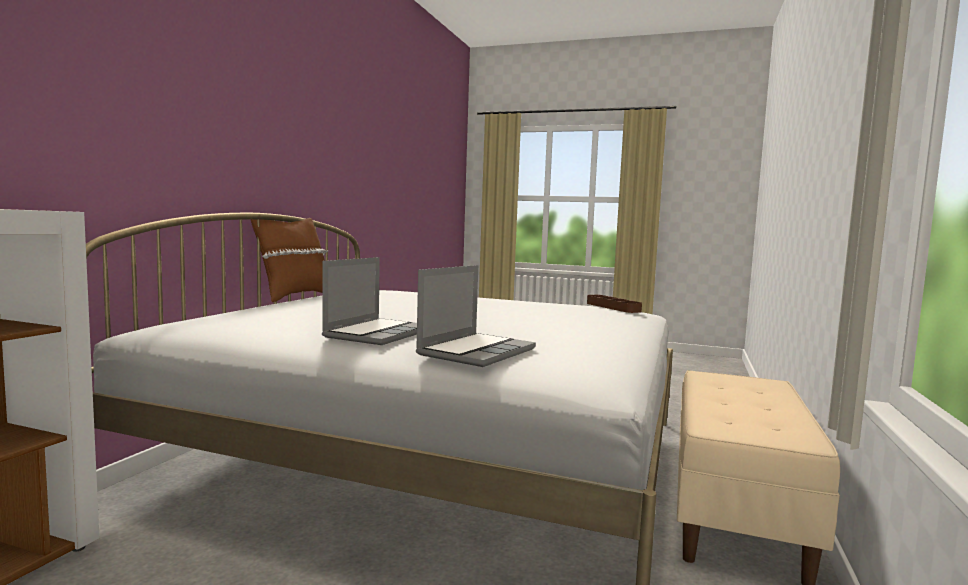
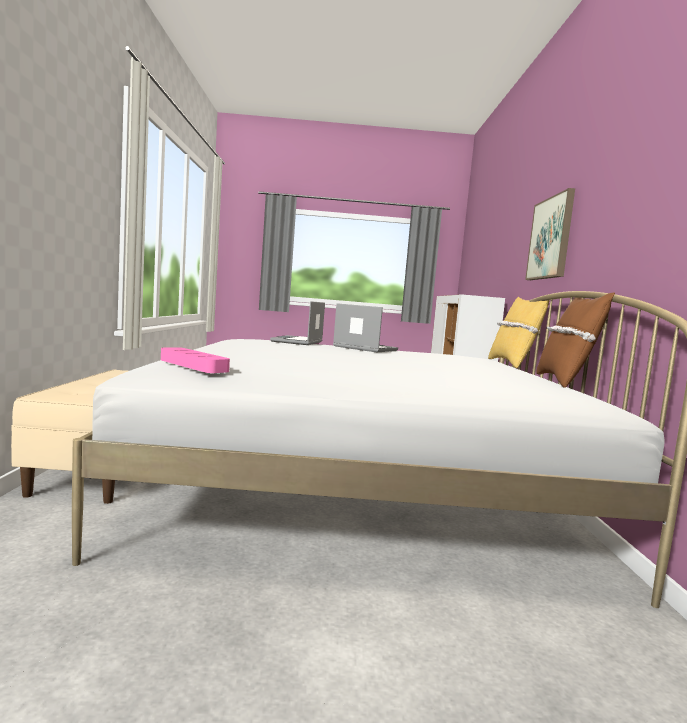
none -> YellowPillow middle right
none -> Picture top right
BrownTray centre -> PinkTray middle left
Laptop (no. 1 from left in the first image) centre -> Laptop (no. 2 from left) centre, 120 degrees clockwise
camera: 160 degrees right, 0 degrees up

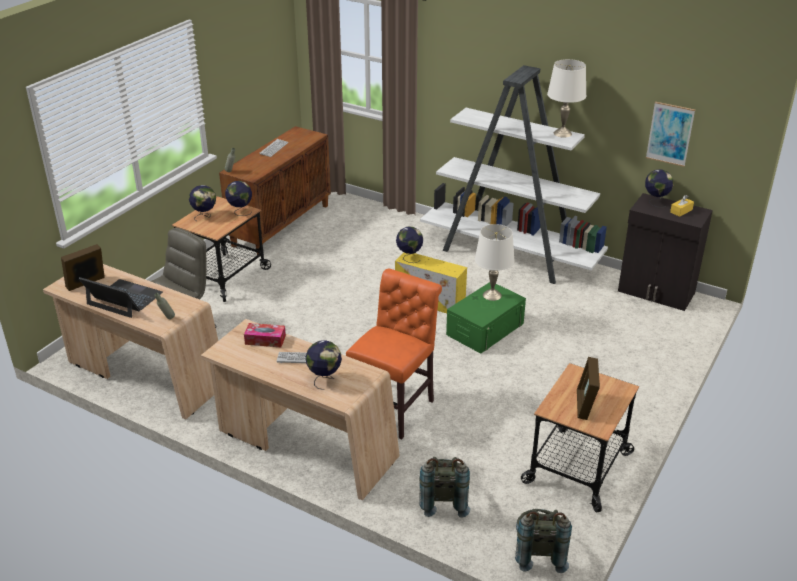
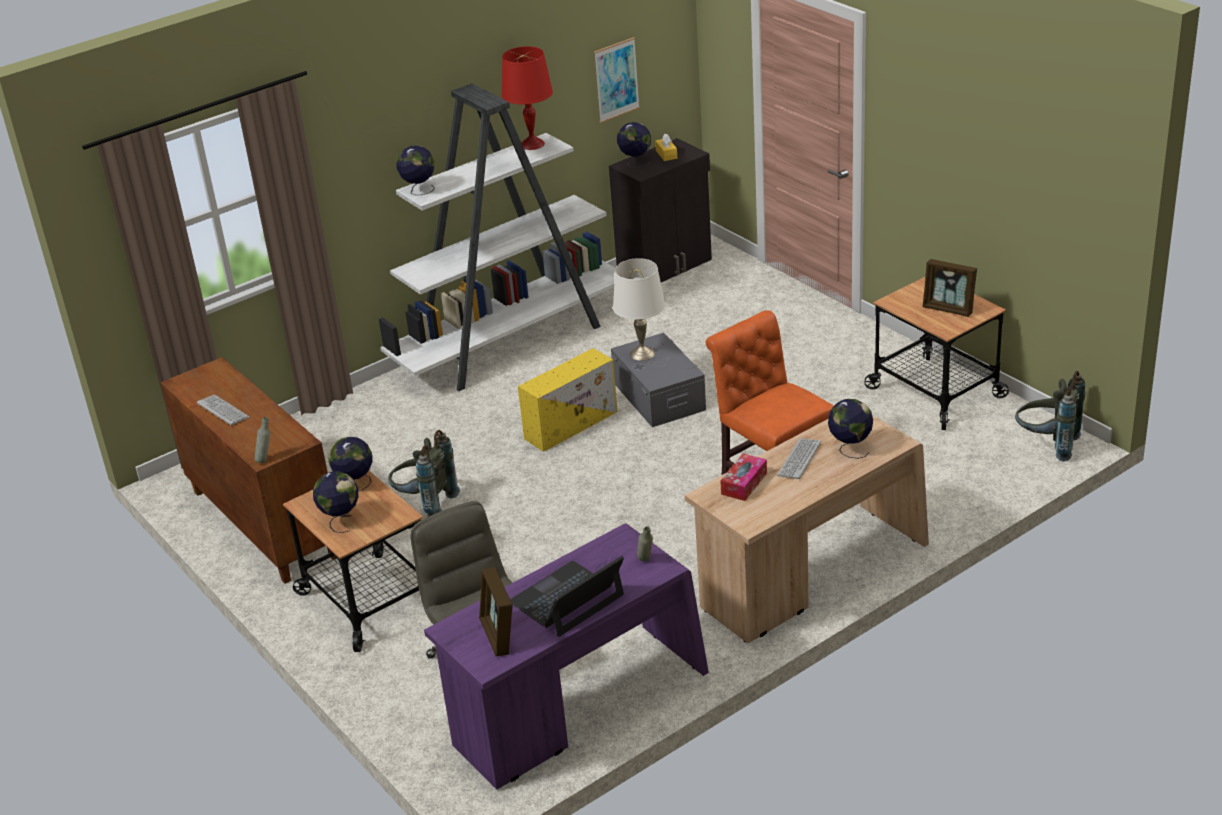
Globe (no. 4 from left in the first image) centre -> Globe (no. 3 from left) top centre, shifted
GreyBackpack (no. 1 from left) bottom centre -> GreyBackpack (no. 1 from left) centre, shifted
BeigeDesk (no. 1 from left) middle left -> PurpleDesk bottom centre
GreenStorageBox centre -> GreyStorageBox centre
WhiteTableLamp (no. 2 from left) top right -> RedTableLamp top centre
camera: 65 degrees left, 0 degrees up

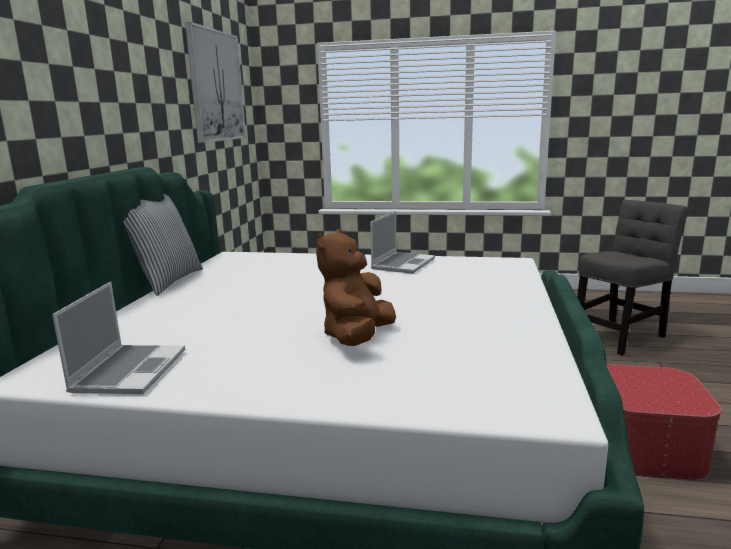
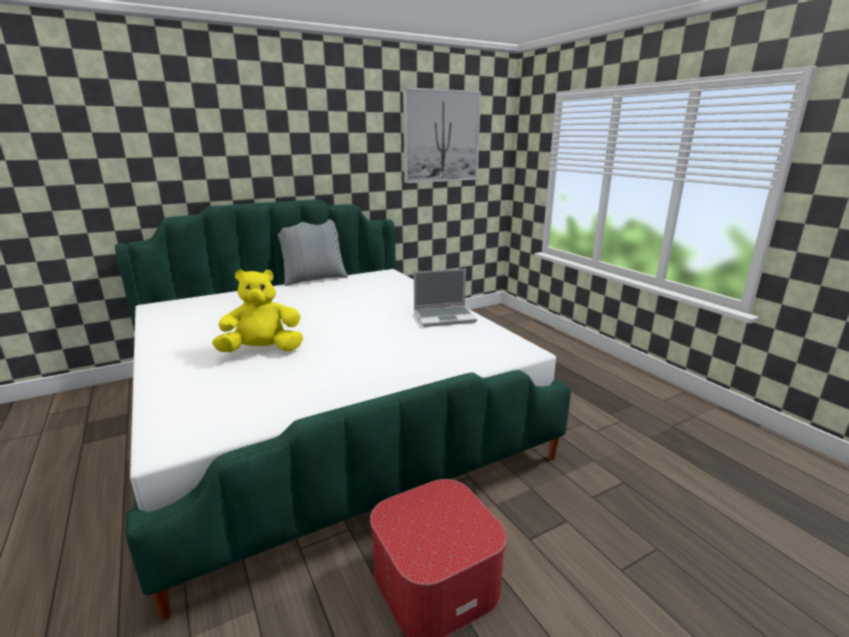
Laptop (no. 1 from left) middle left -> none
GreyChair middle right -> none
BrownPlushToy centre -> YellowPlushToy middle left
camera: 50 degrees right, 5 degrees up

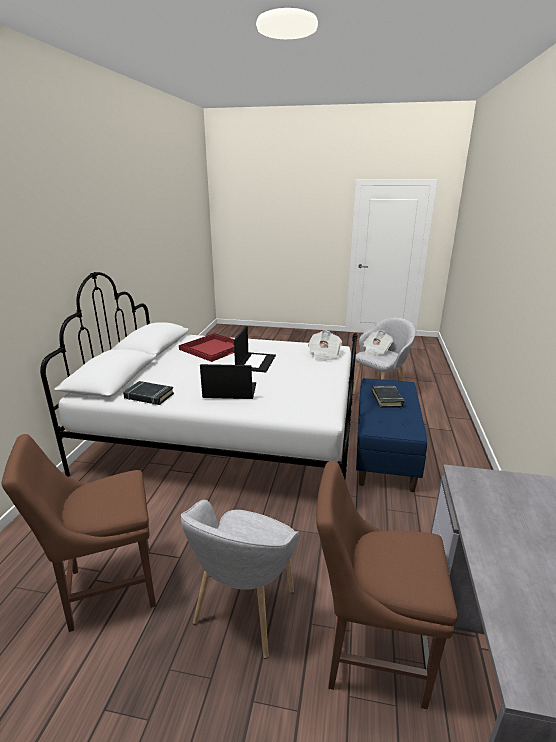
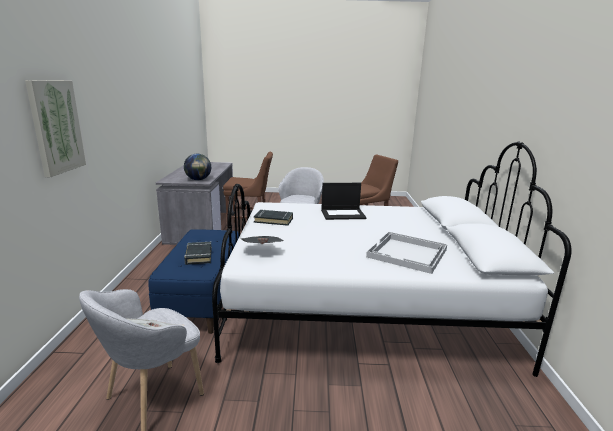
Laptop (no. 2 from left) centre -> none
none -> Picture top left
none -> Globe middle left
BlackBook (no. 1 from left in the first image) middle left -> BlackBook (no. 2 from left) centre, shifted
RedTray centre -> WhiteTray centre
camera: 170 degrees right, 5 degrees down

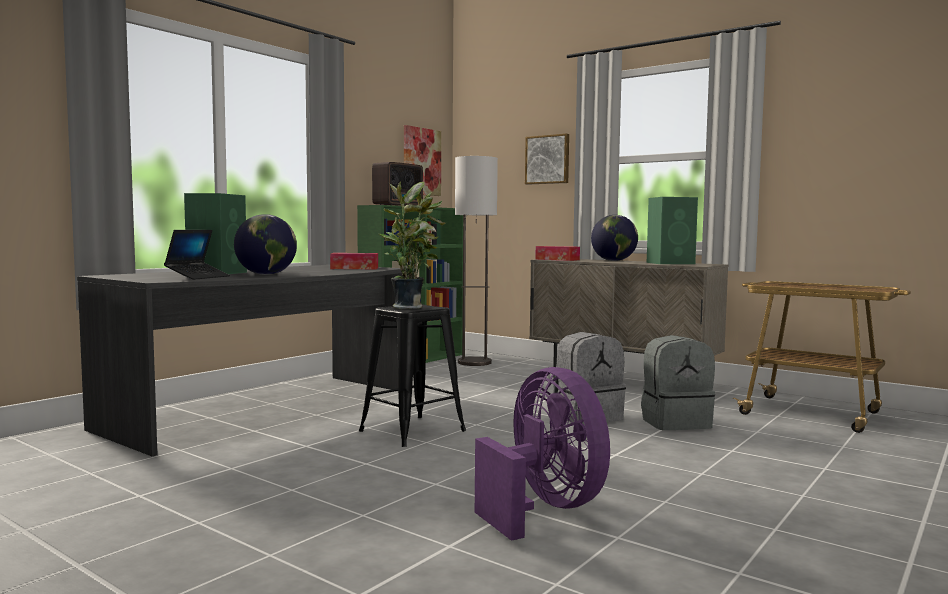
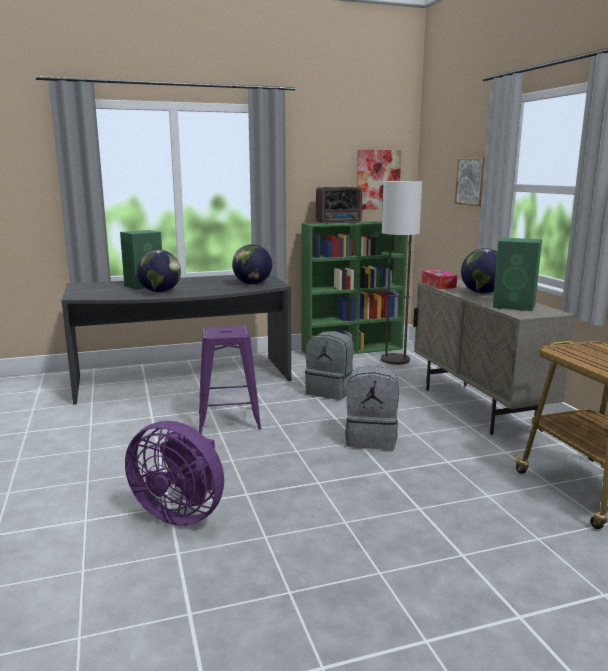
Laptop middle left -> none
PottedPlant centre -> none
GreyBackpack (no. 2 from left in the first image) middle right -> GreyBackpack (no. 1 from left) centre, shifted
TissueBox (no. 1 from left) centre -> Globe (no. 2 from left) centre
BlackStool centre -> PurpleStool centre
PurpleFan bottom centre -> PurpleFan bottom left, 105 degrees clockwise
camera: 35 degrees right, 10 degrees up

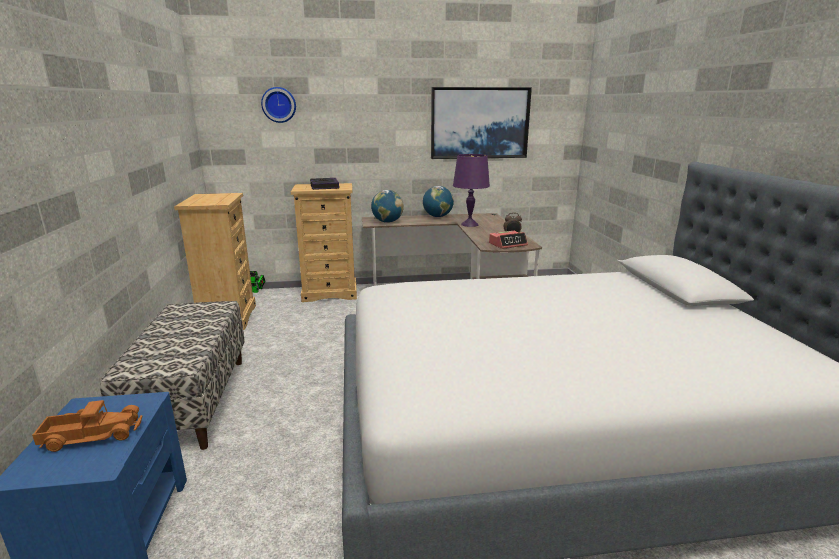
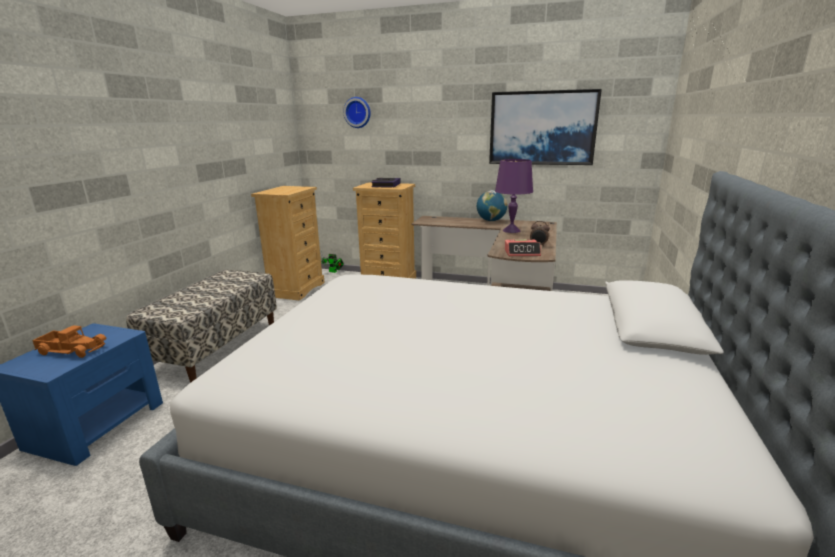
Globe (no. 1 from left) centre -> none
camera: 25 degrees right, 0 degrees up

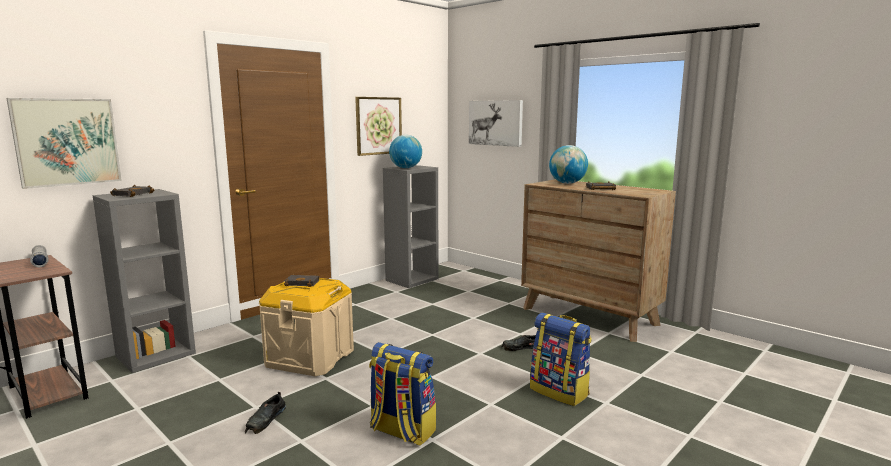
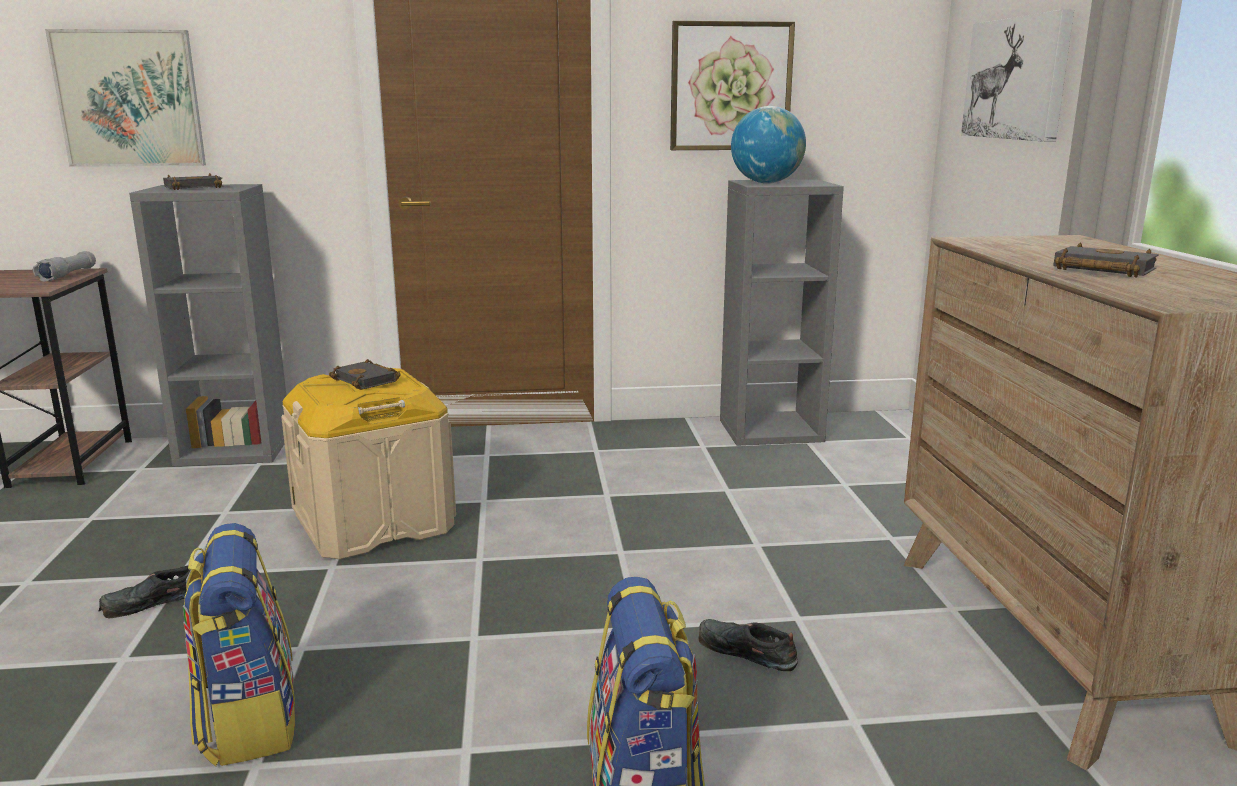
Globe (no. 2 from left) centre -> none
camera: 40 degrees right, 5 degrees up

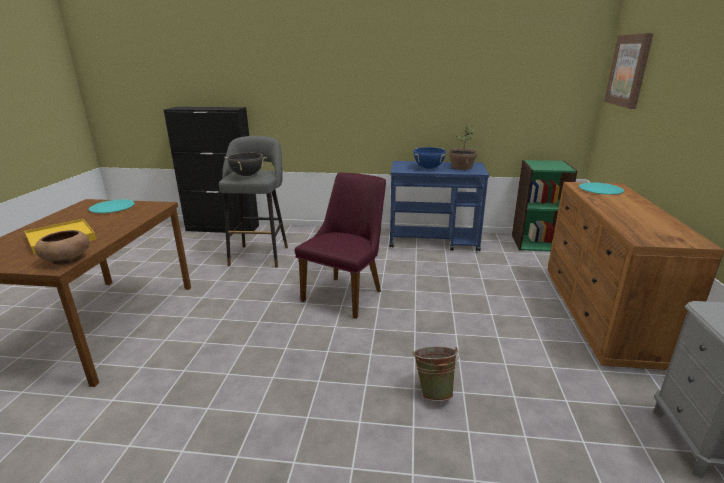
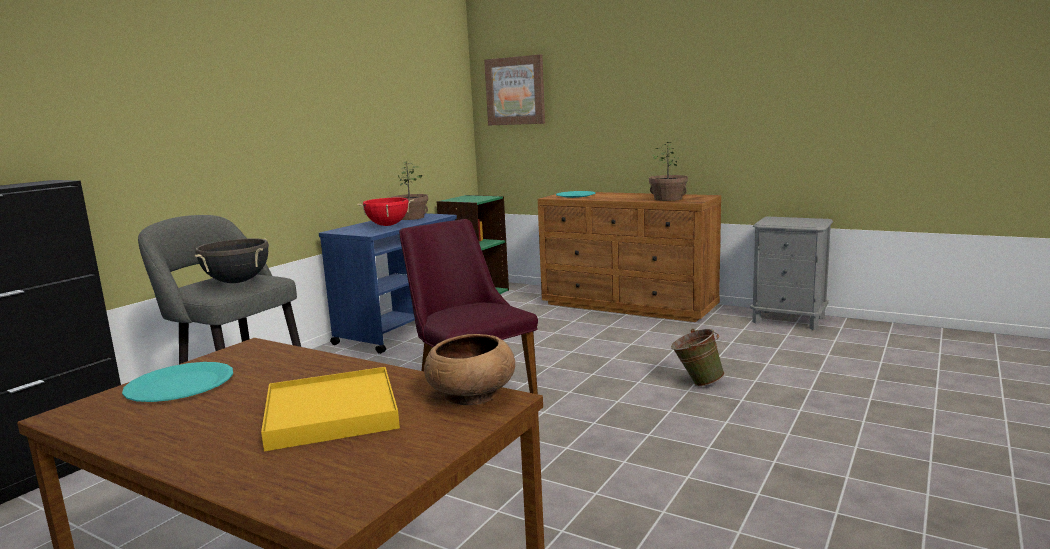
none -> PottedPlant (no. 2 from left) top centre
BlueCookingPot top centre -> RedCookingPot centre
camera: 65 degrees left, 10 degrees down

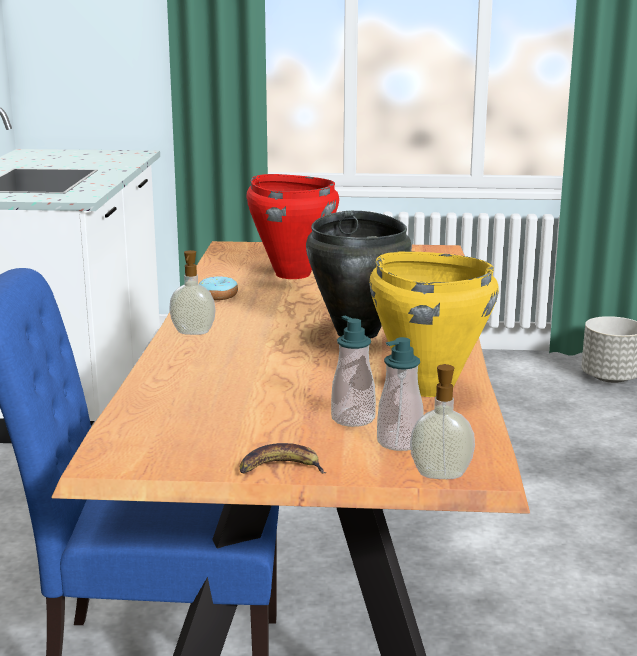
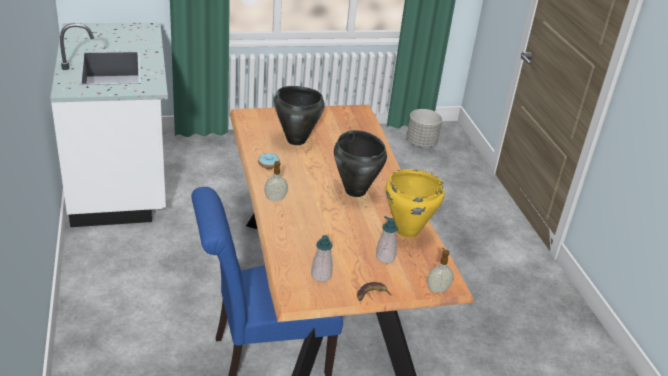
SoapDispenser (no. 3 from left in the first image) centre -> SoapDispenser (no. 2 from left) bottom centre, shifted
RedCookingPot centre -> BlackCookingPot (no. 1 from left) top centre
camera: 20 degrees left, 15 degrees up

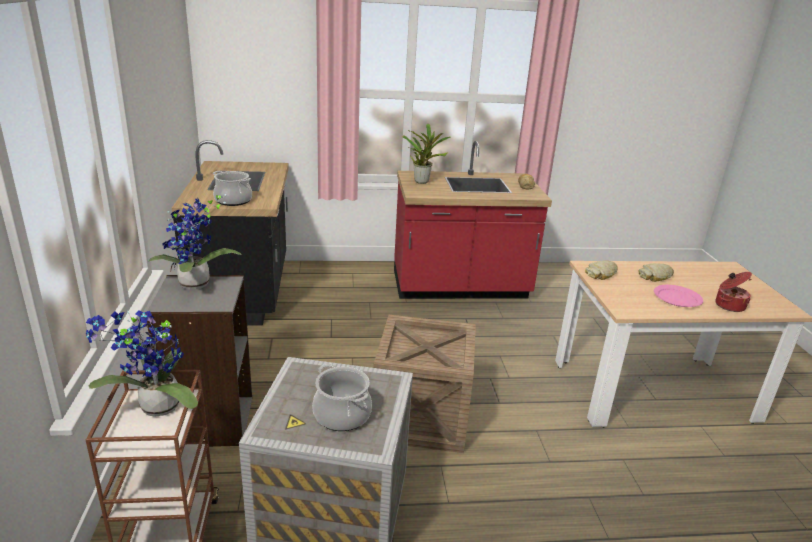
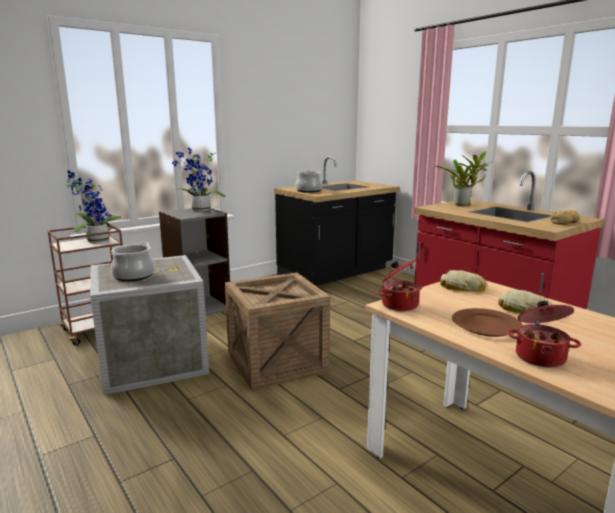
none -> CookingPot (no. 3 from left) centre
PinkPlate middle right -> BrownPlate middle right
camera: 60 degrees right, 10 degrees down

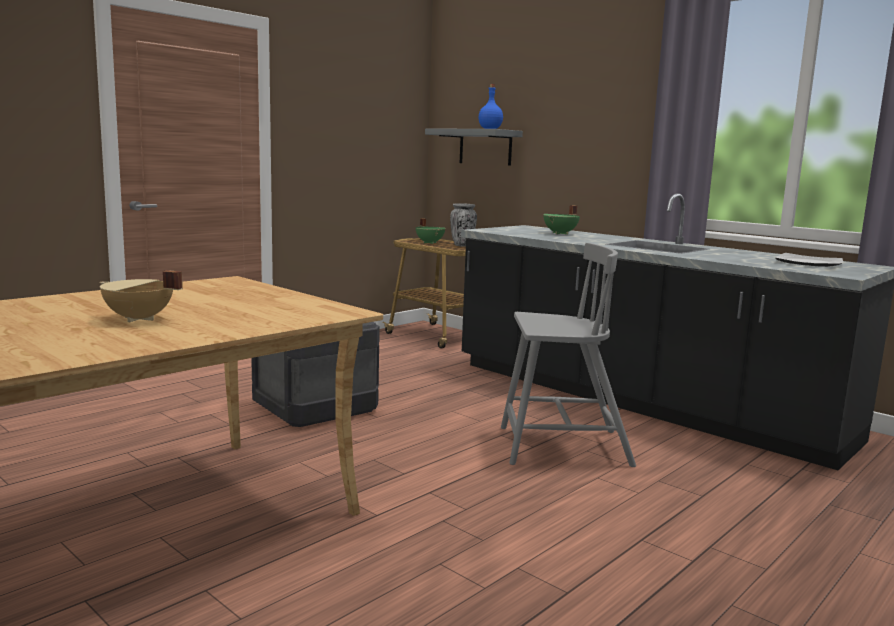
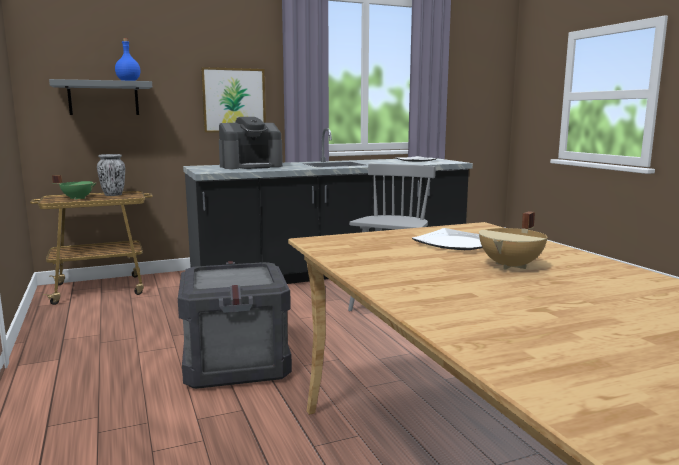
none -> Picture top centre
none -> Plate (no. 2 from left) centre
GreenCookingPot (no. 2 from left) centre -> CoffeeMachine top centre
camera: 65 degrees left, 0 degrees up

